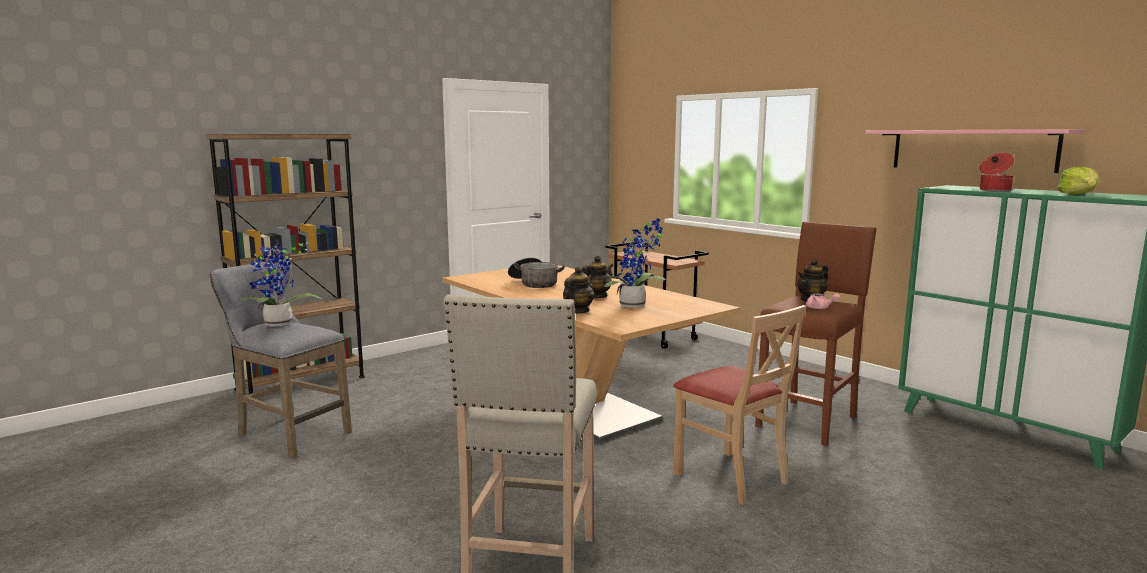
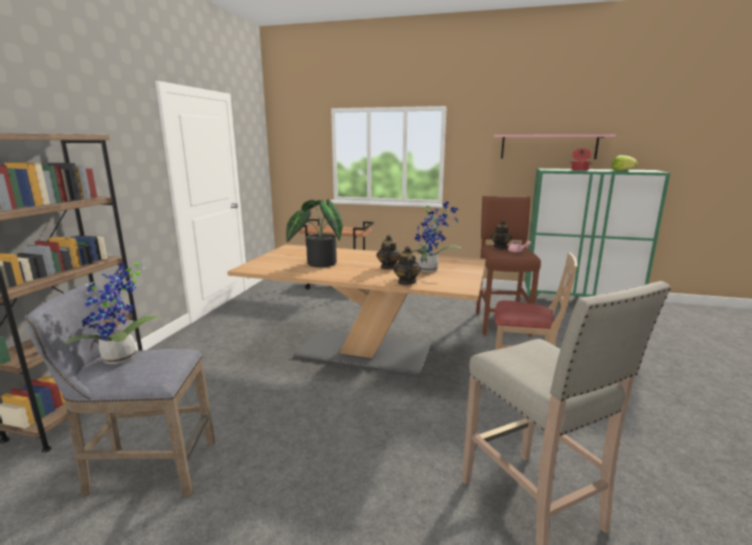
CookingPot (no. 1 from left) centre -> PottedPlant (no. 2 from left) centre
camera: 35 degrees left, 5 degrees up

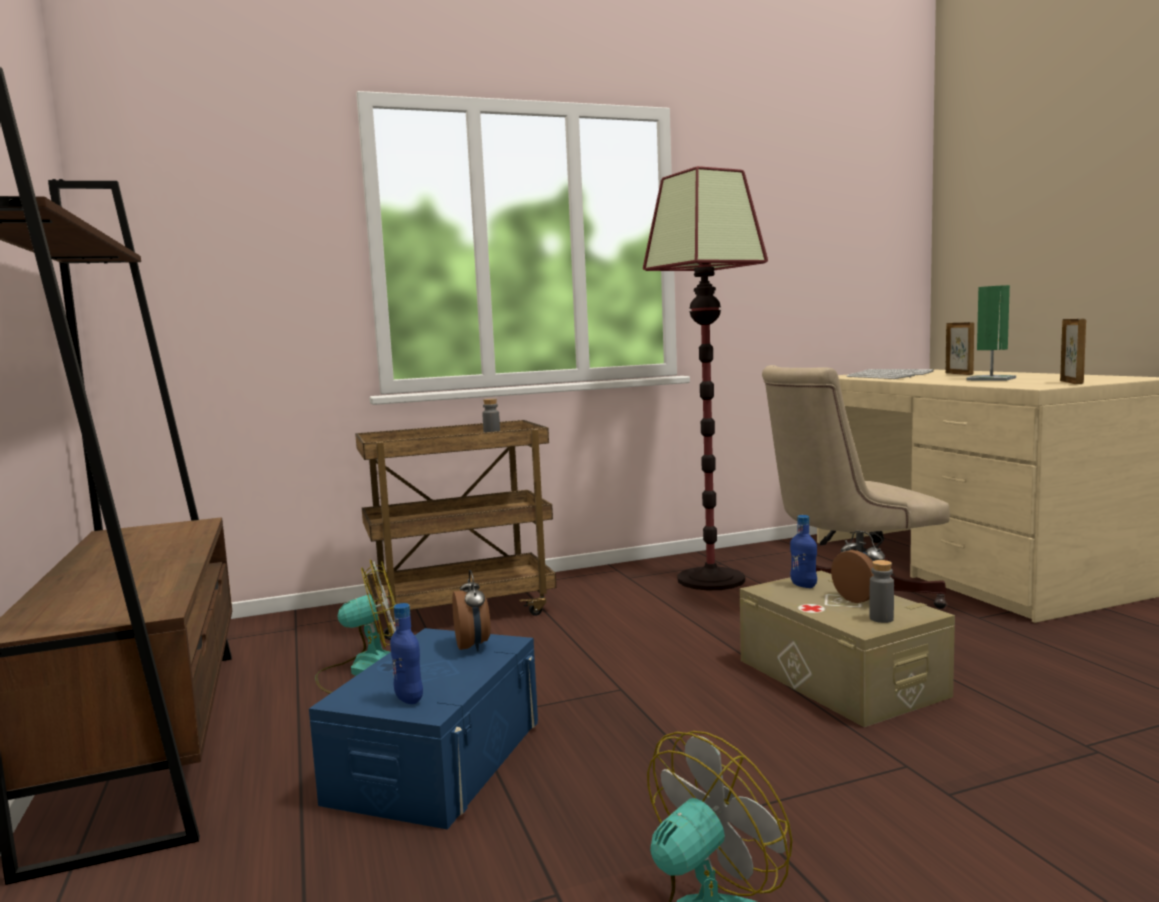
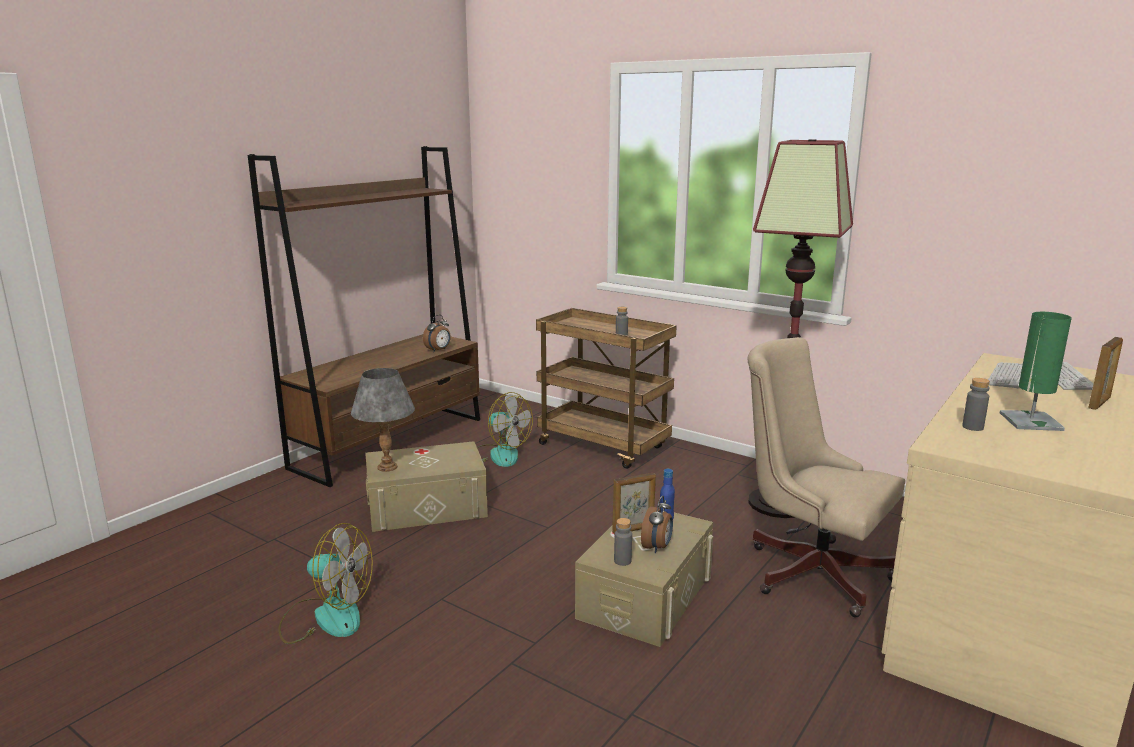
none -> GreyBottle (no. 3 from left) middle right
AlarmClock (no. 1 from left) bottom centre -> AlarmClock (no. 1 from left) centre, shifted
PictureFrame (no. 2 from left in the first image) middle right -> PictureFrame (no. 1 from left) bottom centre, shifted
BlueBottle (no. 1 from left) bottom centre -> GreyTableLamp centre
BlueStorageBox bottom centre -> BeigeStorageBox (no. 1 from left) centre
camera: 55 degrees right, 10 degrees up

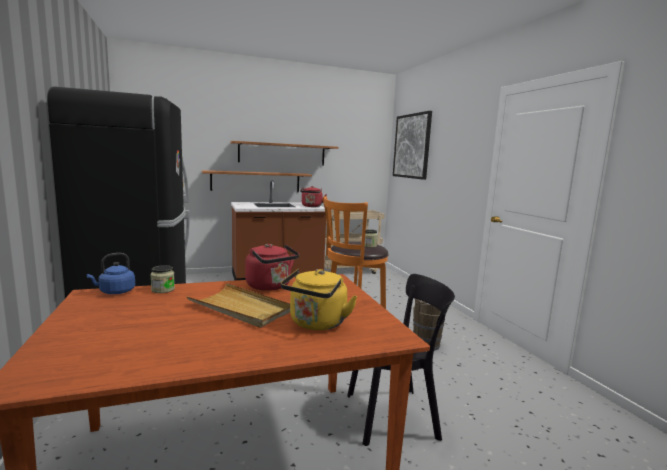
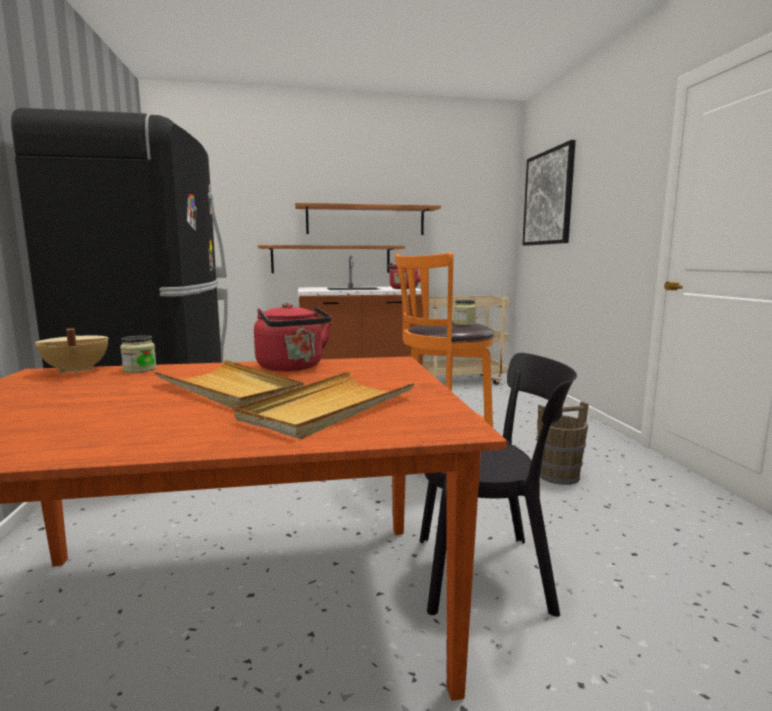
BlueKettle middle left -> BeigeCookingPot middle left
YellowKettle centre -> BeigeTray (no. 2 from left) centre
camera: 10 degrees right, 0 degrees up

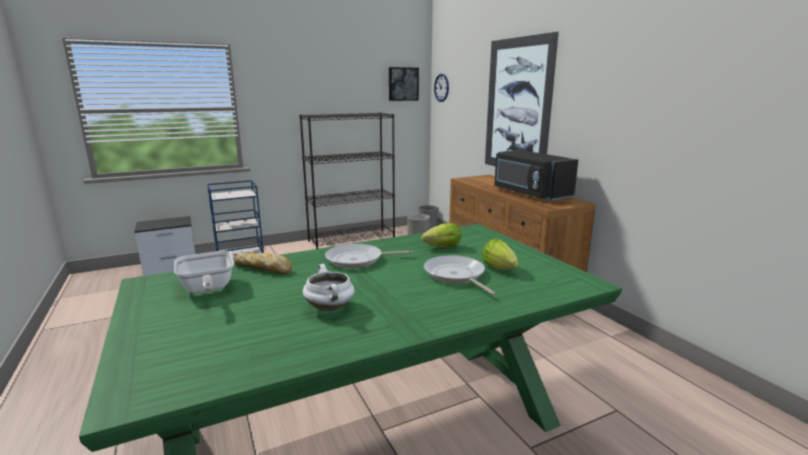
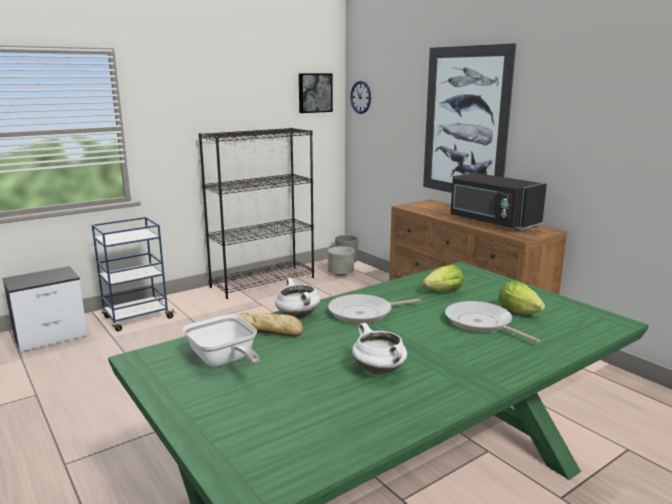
none -> WhiteCookingPot (no. 1 from left) centre
camera: 10 degrees left, 0 degrees up

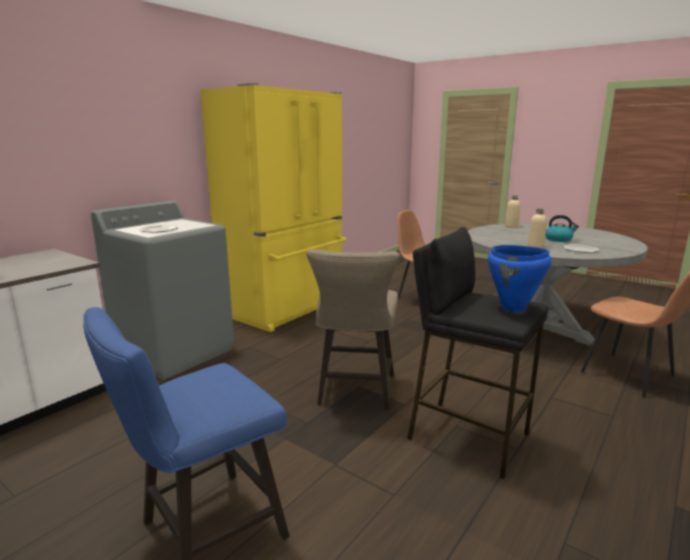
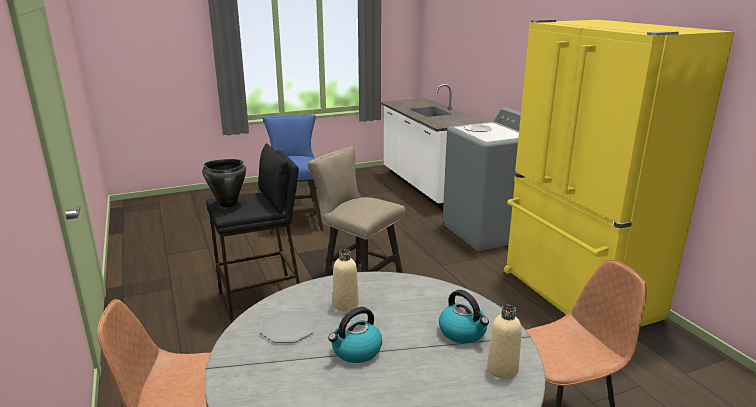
none -> Kettle (no. 2 from left) bottom centre
BlueCookingPot middle right -> BlackCookingPot middle left
camera: 120 degrees right, 5 degrees up

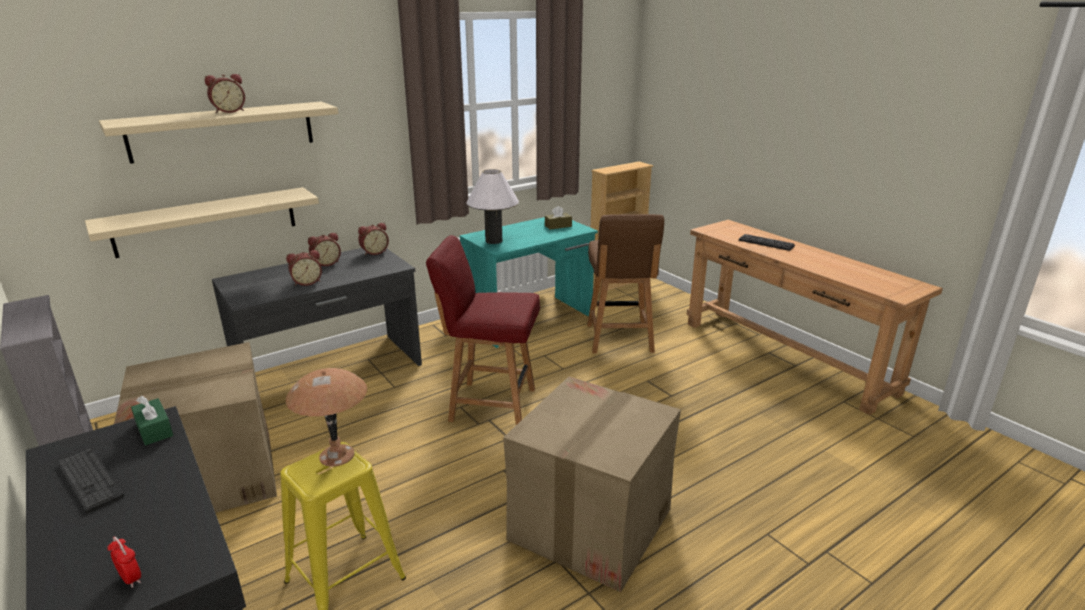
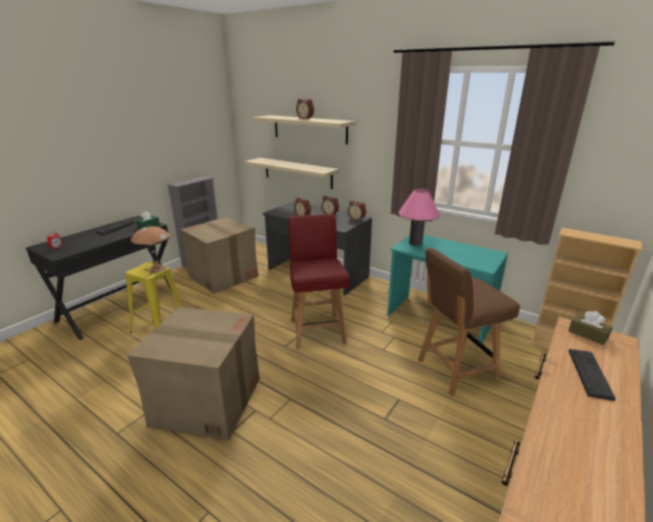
BrownTissueBox centre -> BrownTissueBox middle right, shifted
WhiteTableLamp centre -> PinkTableLamp centre
camera: 70 degrees right, 0 degrees up

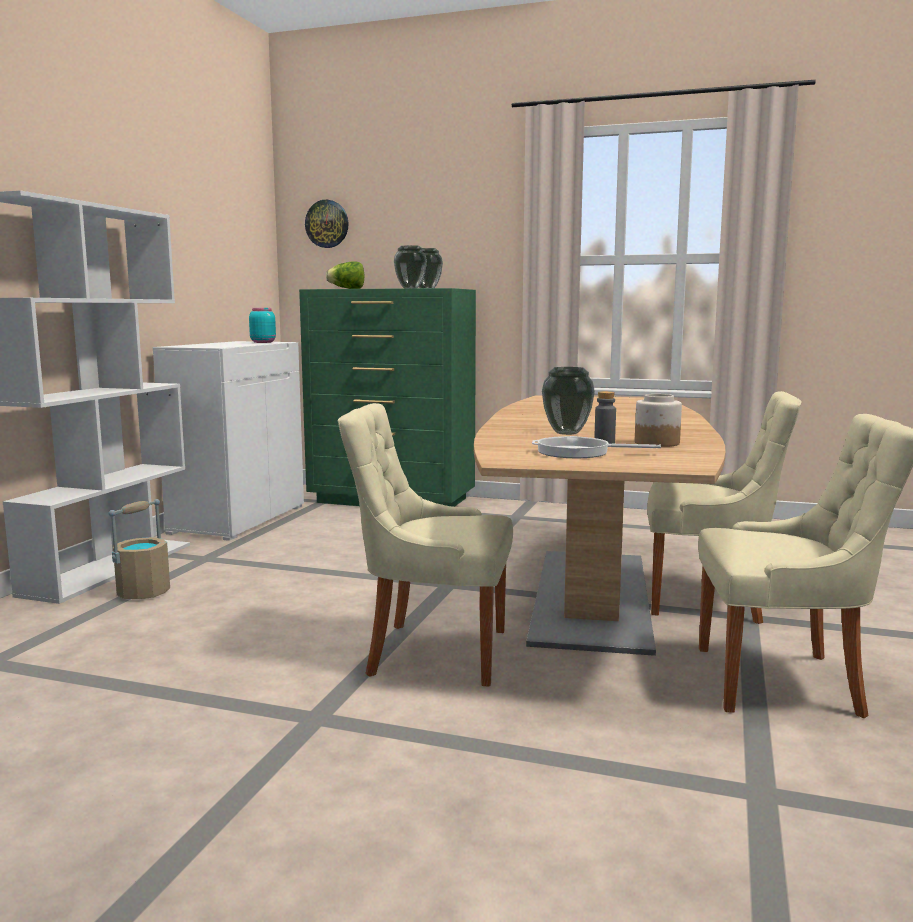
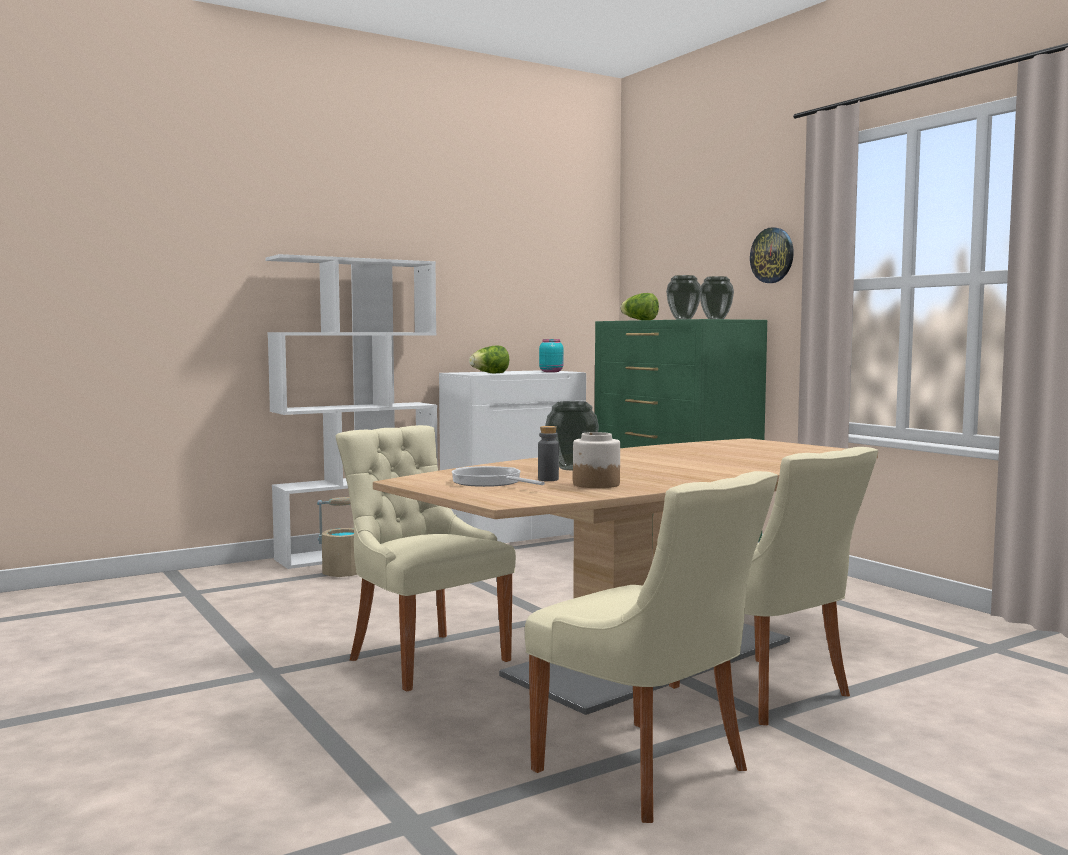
none -> Lettuce (no. 1 from left) centre
WallClock top centre -> WallClock top right, shifted
camera: 40 degrees right, 5 degrees down

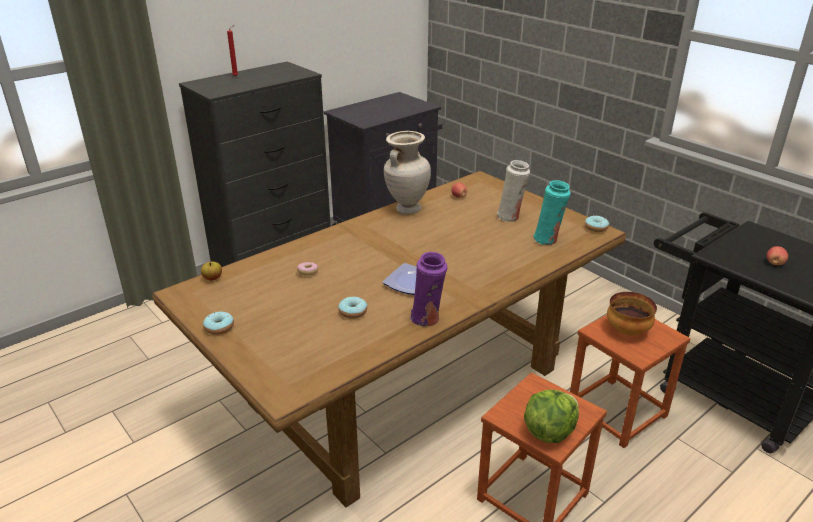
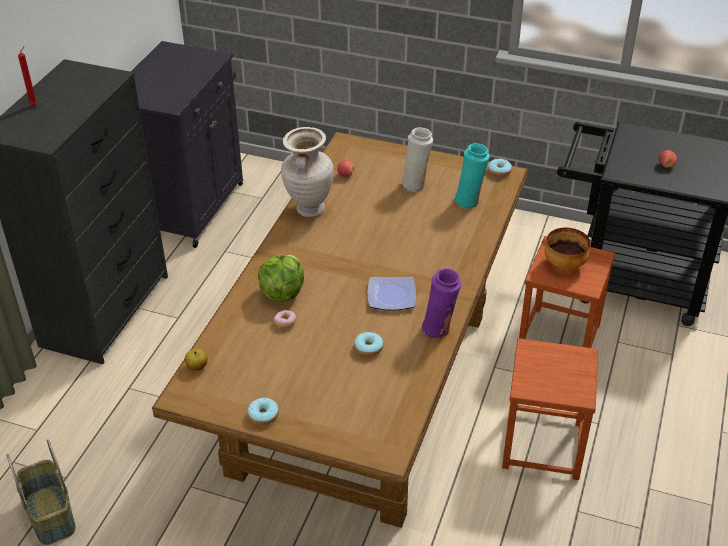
none -> Basket bottom left
Lettuce bottom right -> Lettuce centre, shifted
camera: 30 degrees left, 10 degrees up

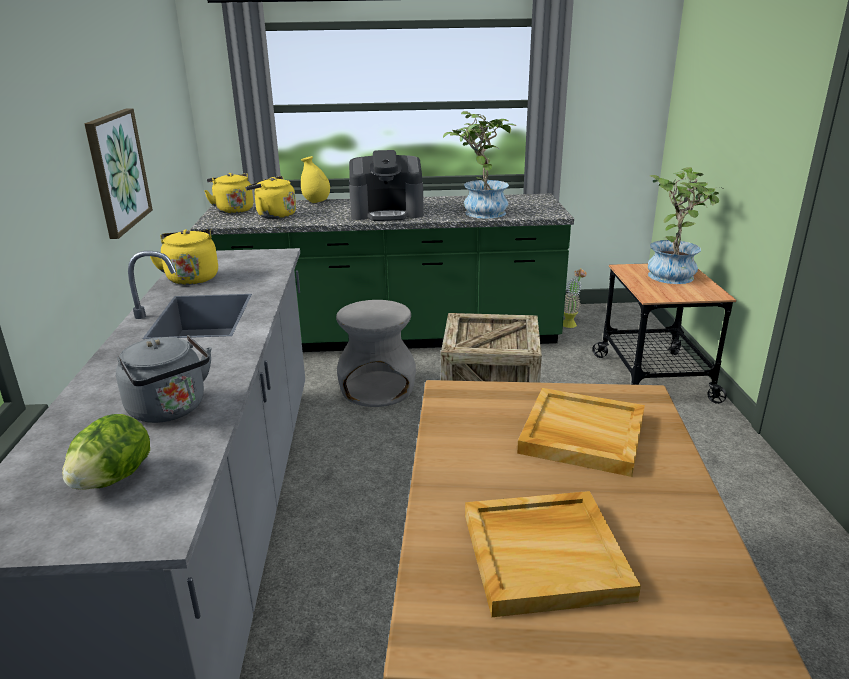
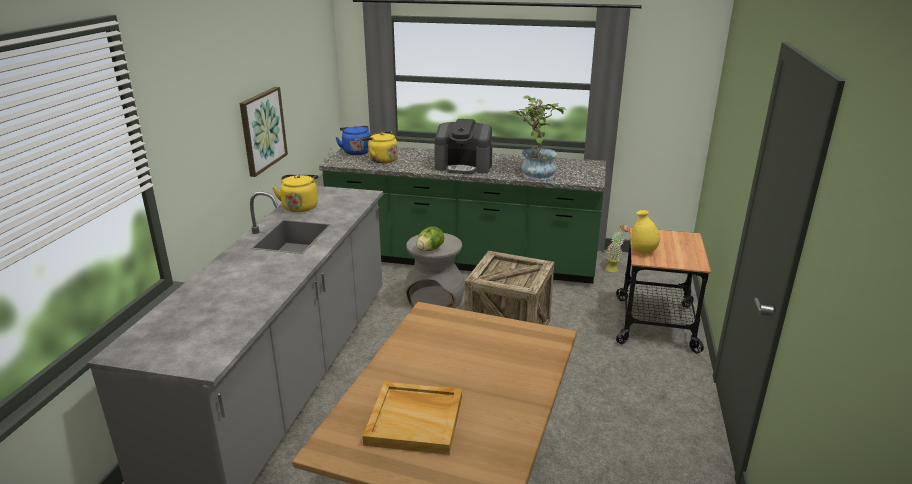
GreyKettle middle left -> none
BeigeTray (no. 2 from left) middle right -> none
PottedPlant (no. 3 from left) top right -> none
Lettuce middle left -> Lettuce centre, shifted
YellowVase top centre -> YellowVase middle right, shifted
YellowKettle (no. 2 from left) top left -> BlueKettle top centre
camera: 15 degrees right, 0 degrees up

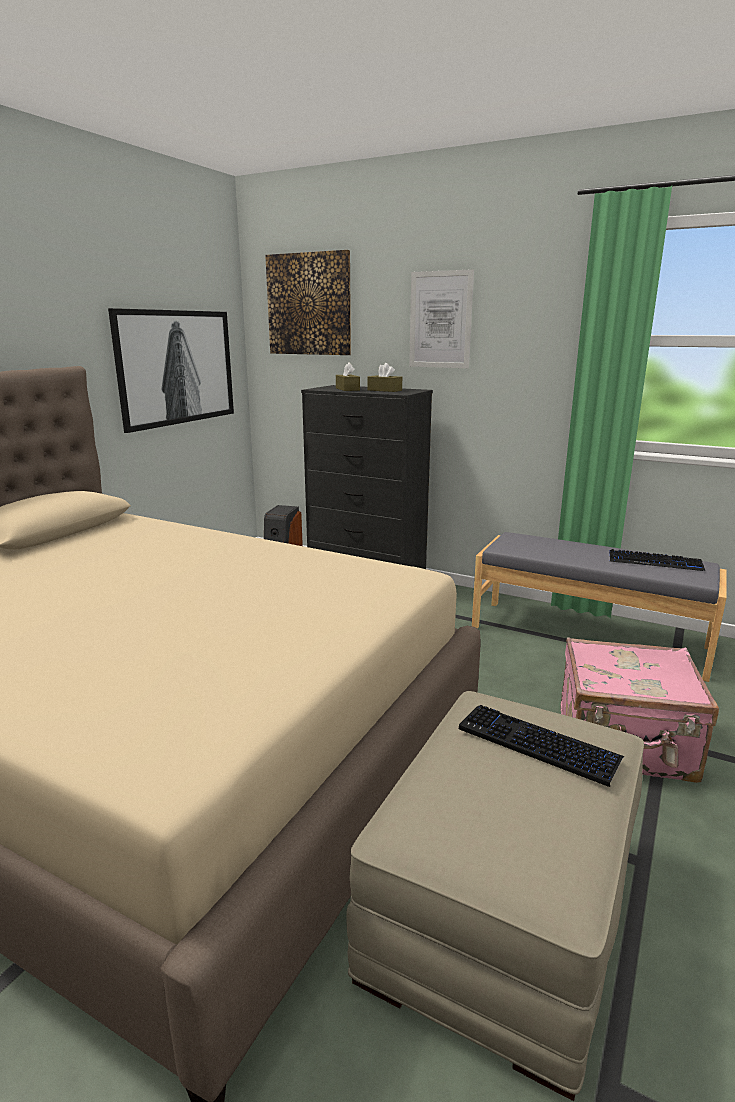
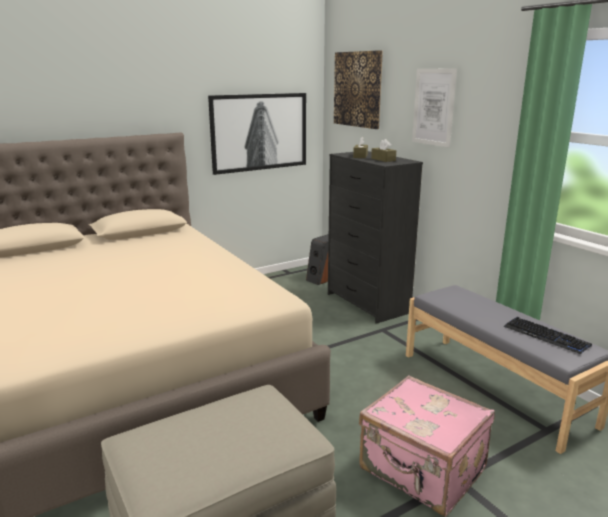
Keyboard (no. 1 from left) bottom right -> none
camera: 30 degrees right, 0 degrees up

